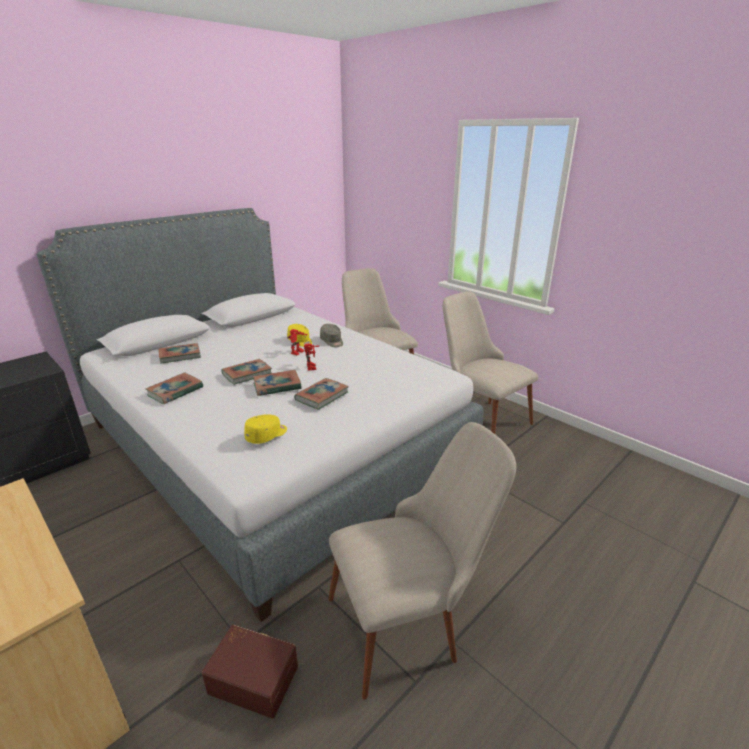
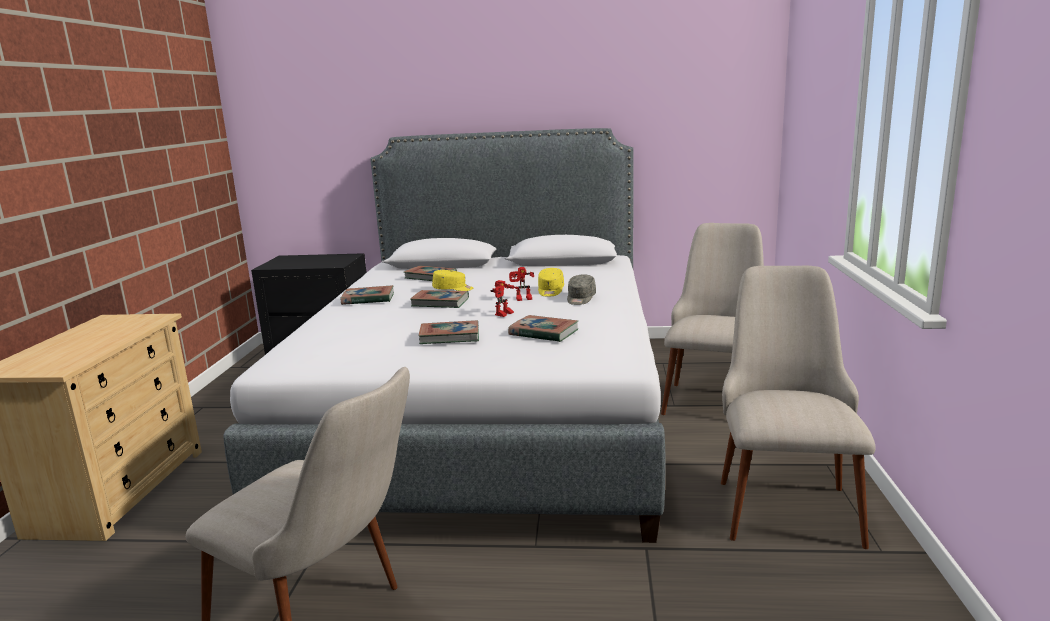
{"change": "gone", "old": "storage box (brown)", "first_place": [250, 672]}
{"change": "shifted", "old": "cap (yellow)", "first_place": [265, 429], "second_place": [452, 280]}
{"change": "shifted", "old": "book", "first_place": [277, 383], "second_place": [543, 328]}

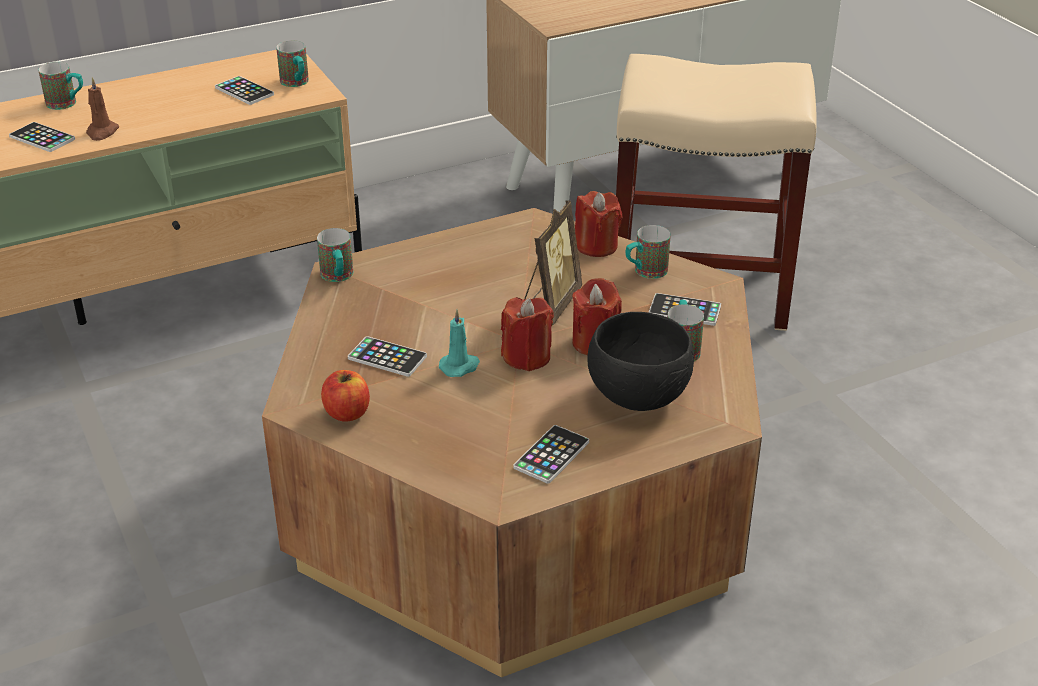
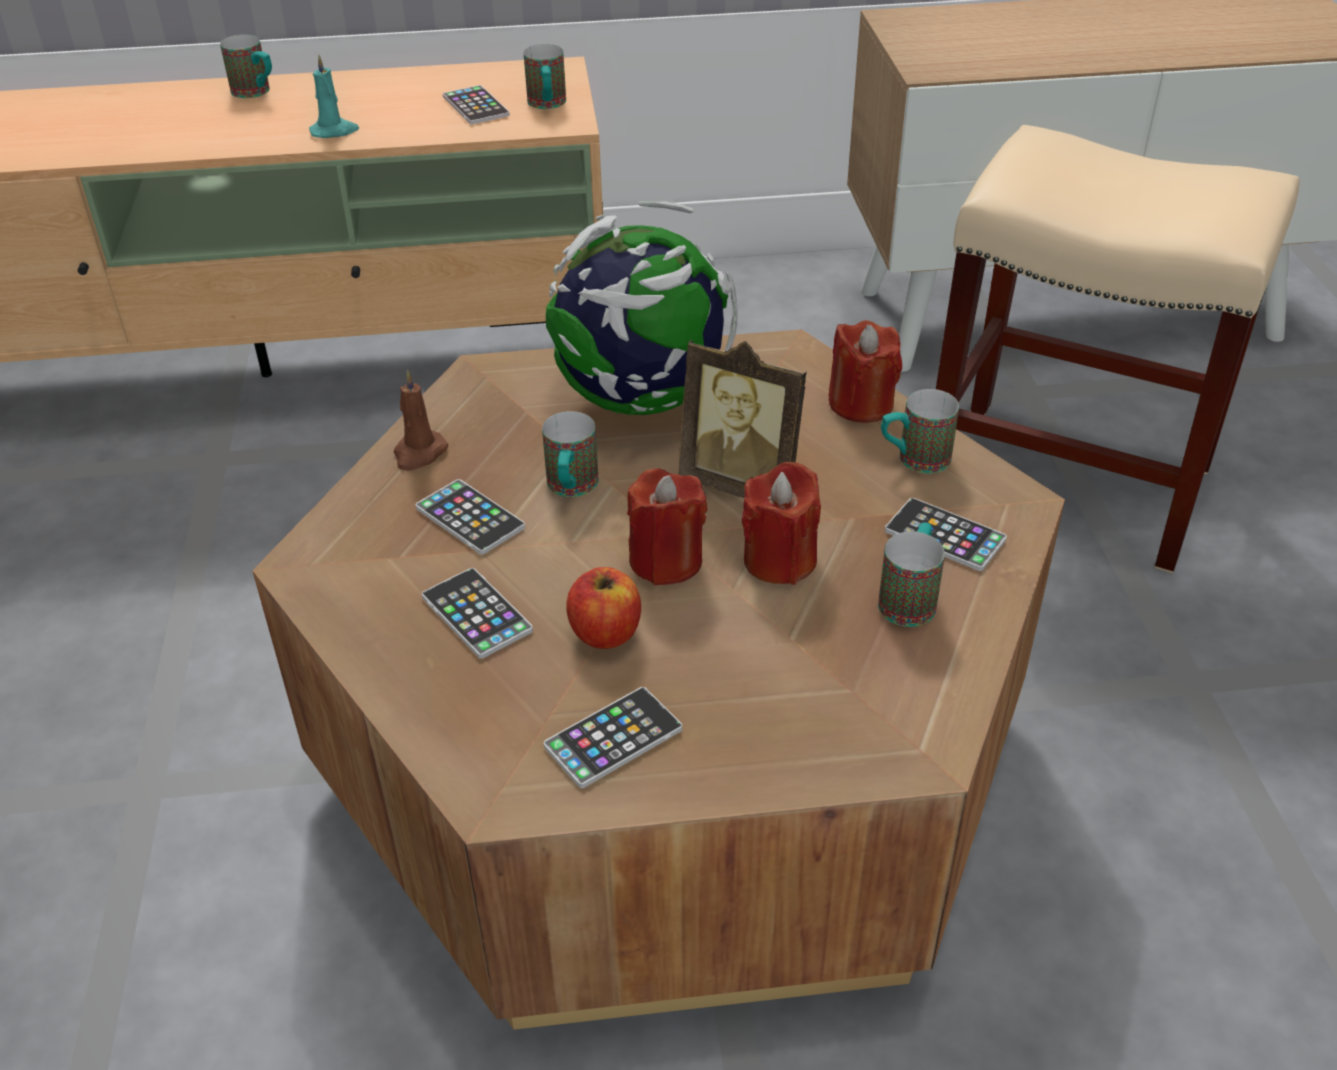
{"change": "gone", "old": "bowl (black)", "first_place": [640, 361]}
{"change": "new", "new": "globe", "second_place": [642, 308]}
{"change": "shifted", "old": "phone", "first_place": [42, 137], "second_place": [477, 613]}
{"change": "shifted", "old": "candle (brown)", "first_place": [102, 109], "second_place": [421, 420]}
{"change": "shifted", "old": "mug", "first_place": [335, 255], "second_place": [570, 454]}
{"change": "shifted", "old": "apple", "first_place": [345, 396], "second_place": [603, 608]}
{"change": "shifted", "old": "candle (turquoise)", "first_place": [459, 343], "second_place": [334, 96]}
{"change": "rotated", "old": "picture frame", "first_place": [553, 263], "second_place": [742, 419], "degrees": 75}

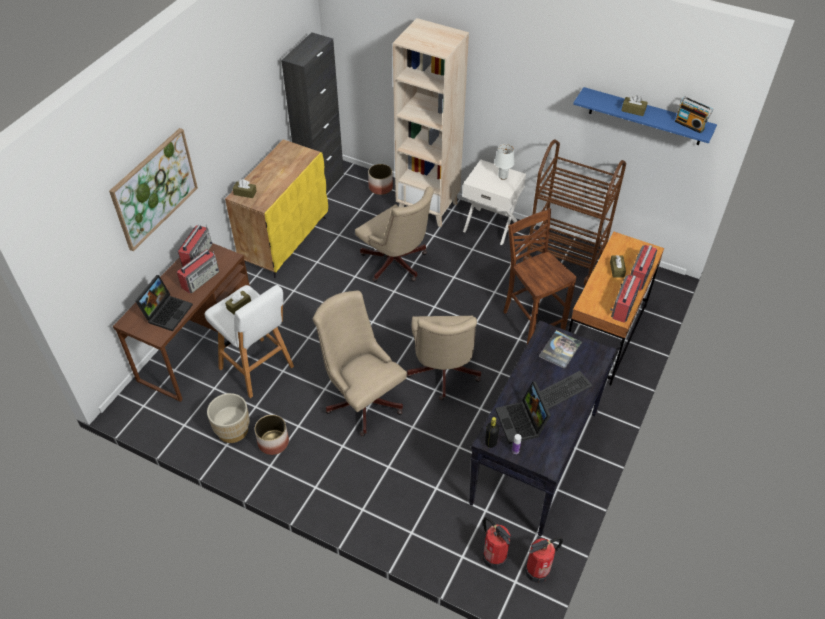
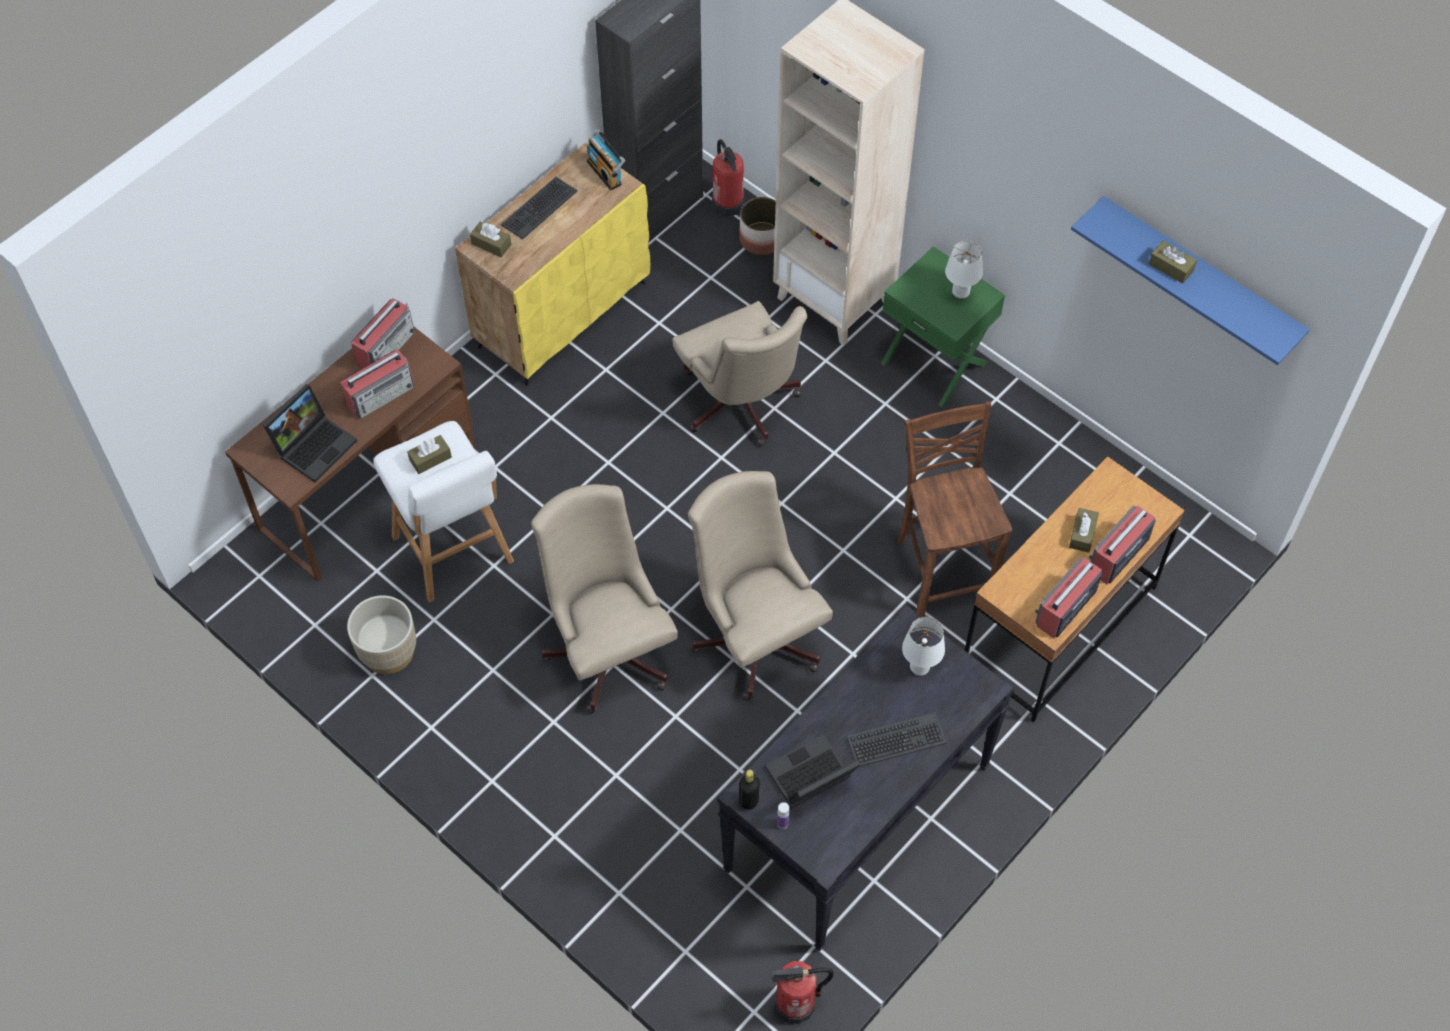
{"change": "gone", "old": "picture", "first_place": [153, 189]}
{"change": "gone", "old": "planter", "first_place": [272, 435]}
{"change": "gone", "old": "cart (brown)", "first_place": [574, 212]}
{"change": "new", "new": "keyboard", "second_place": [539, 208]}
{"change": "shifted", "old": "fire extinguisher", "first_place": [496, 543], "second_place": [728, 177]}
{"change": "shifted", "old": "radio", "first_place": [694, 115], "second_place": [606, 159]}
{"change": "swapped", "old": "book", "new": "table lamp (white)", "first_place": [560, 349], "second_place": [923, 646]}
{"change": "repainted", "old": "nightstand (white)", "new": "nightstand (green)", "first_place": [494, 202], "second_place": [943, 326]}
{"change": "rotated", "old": "office chair (beige)", "first_place": [444, 358], "second_place": [760, 586], "degrees": 135}
{"change": "rotated", "old": "laptop", "first_place": [523, 412], "second_place": [812, 771], "degrees": 60}

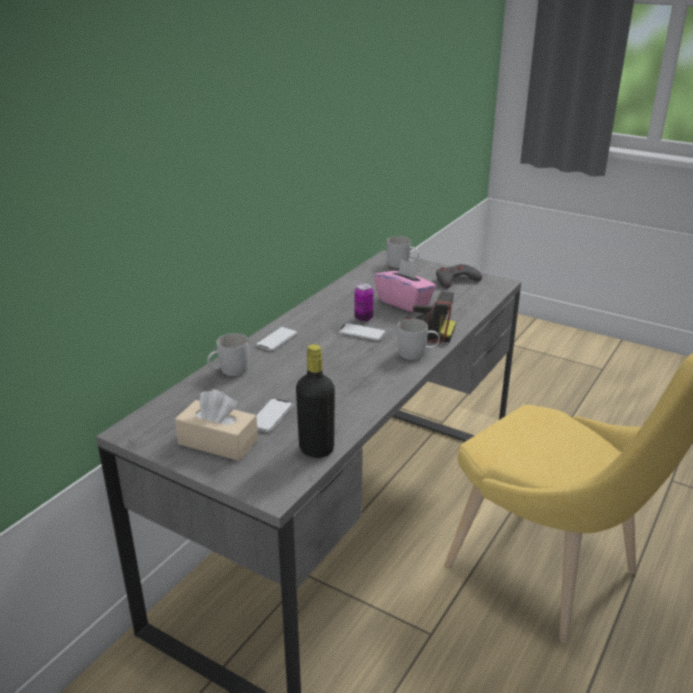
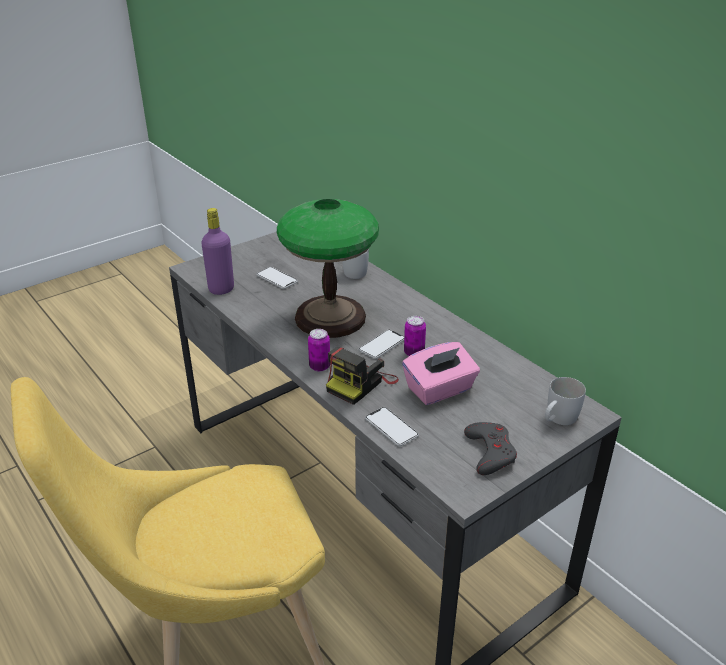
{"change": "gone", "old": "tissue box (beige)", "first_place": [216, 425]}
{"change": "new", "new": "table lamp", "second_place": [328, 268]}
{"change": "shifted", "old": "phone", "first_place": [276, 338], "second_place": [392, 426]}
{"change": "swapped", "old": "mug (white)", "new": "can", "first_place": [418, 339], "second_place": [319, 350]}
{"change": "repainted", "old": "bottle (black)", "new": "bottle (purple)", "first_place": [315, 401], "second_place": [217, 251]}

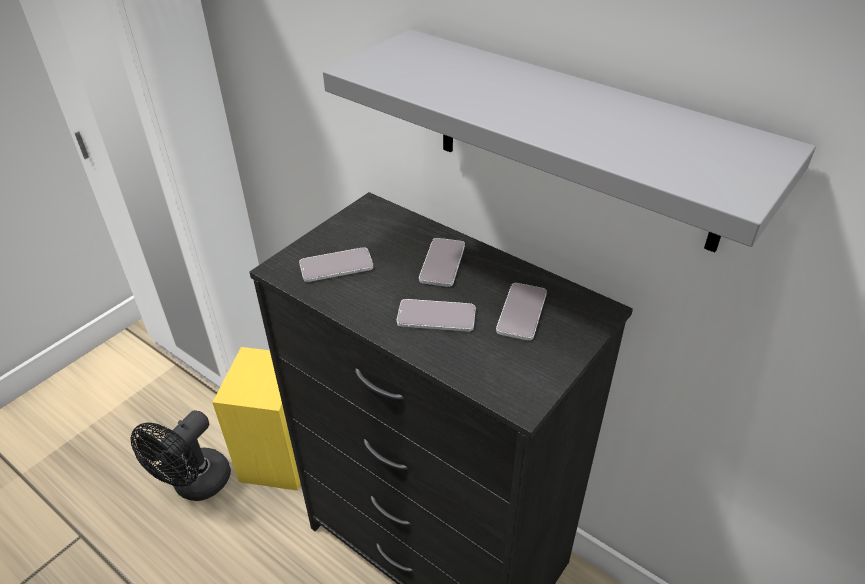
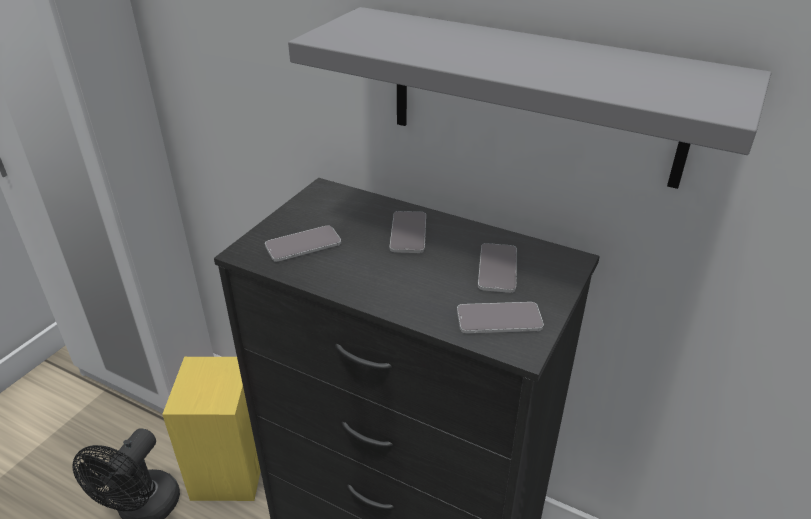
{"change": "shifted", "old": "phone", "first_place": [436, 315], "second_place": [500, 318]}

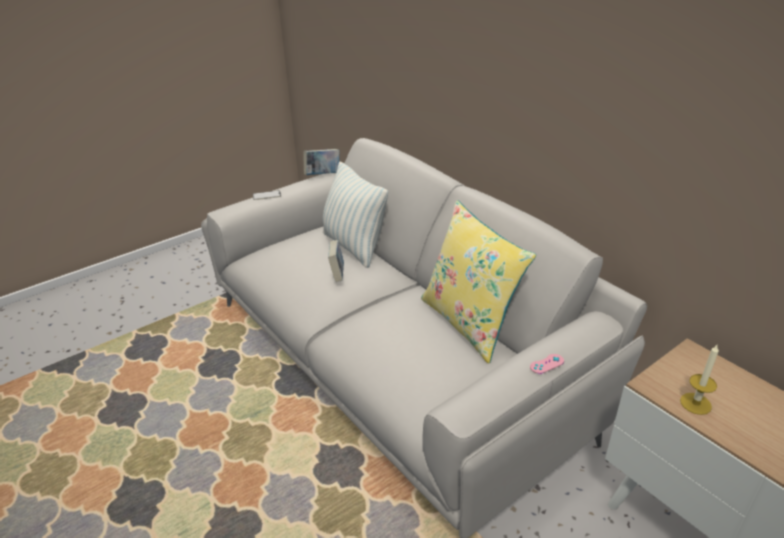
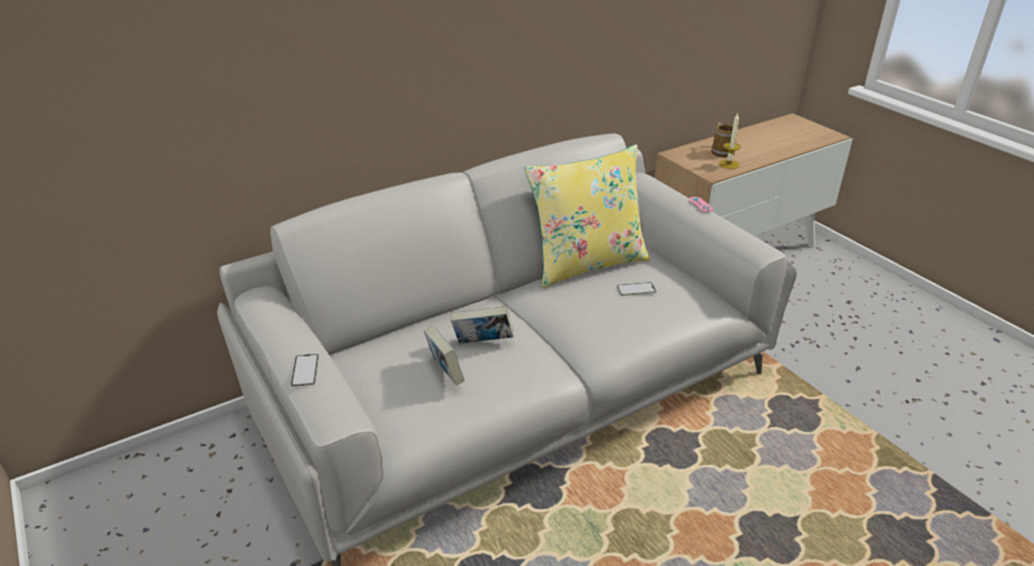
{"change": "gone", "old": "pillow", "first_place": [355, 215]}
{"change": "new", "new": "phone", "second_place": [636, 289]}
{"change": "new", "new": "mug", "second_place": [724, 140]}
{"change": "shifted", "old": "book", "first_place": [321, 162], "second_place": [444, 355]}

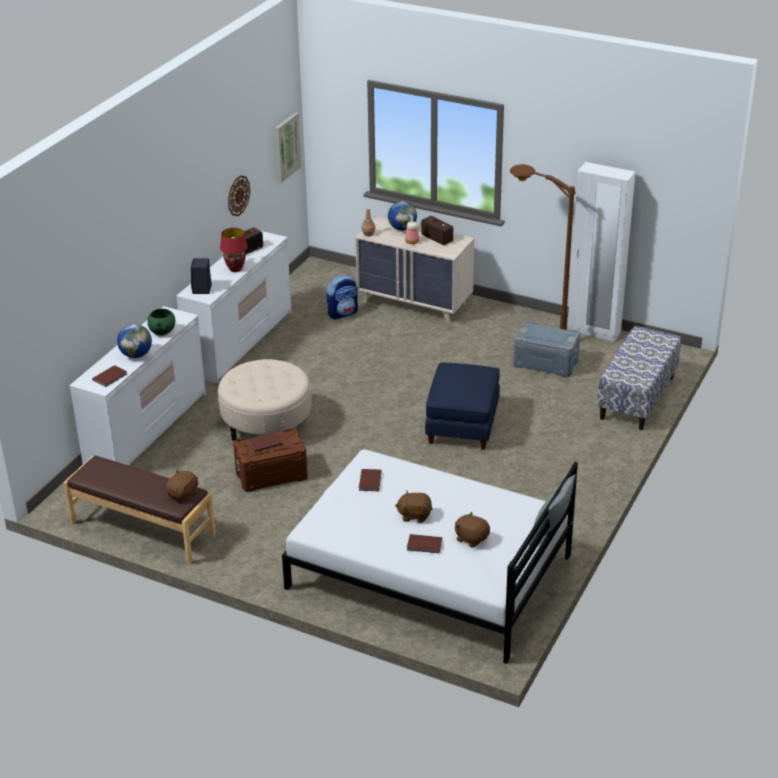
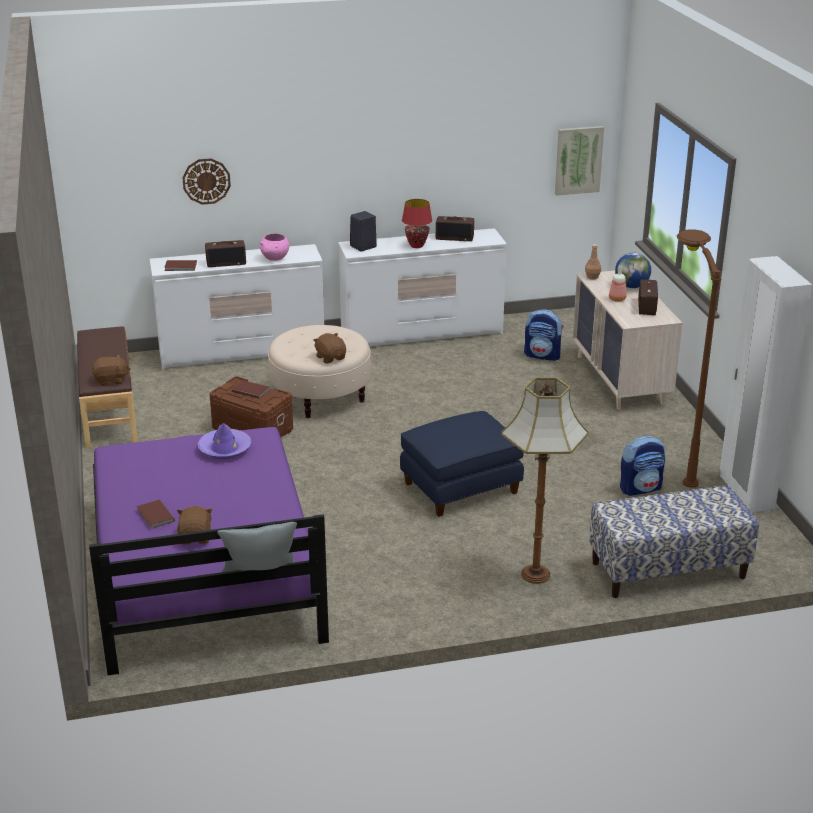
{"change": "new", "new": "floor lamp", "second_place": [544, 481]}
{"change": "shifted", "old": "wall clock", "first_place": [239, 195], "second_place": [206, 181]}
{"change": "shifted", "old": "plush toy (brown)", "first_place": [413, 506], "second_place": [329, 348]}
{"change": "swapped", "old": "globe", "new": "radio", "first_place": [134, 341], "second_place": [225, 253]}
{"change": "swapped", "old": "book (brown)", "new": "hat (purple)", "first_place": [370, 480], "second_place": [224, 441]}
{"change": "swapped", "old": "storage box (grey)", "new": "backpack", "first_place": [546, 349], "second_place": [642, 466]}
{"change": "repainted", "old": "bowl (green)", "new": "bowl (pink)", "first_place": [161, 322], "second_place": [274, 247]}
{"change": "repainted", "old": "bed (white)", "new": "bed (purple)", "first_place": [430, 556], "second_place": [209, 551]}

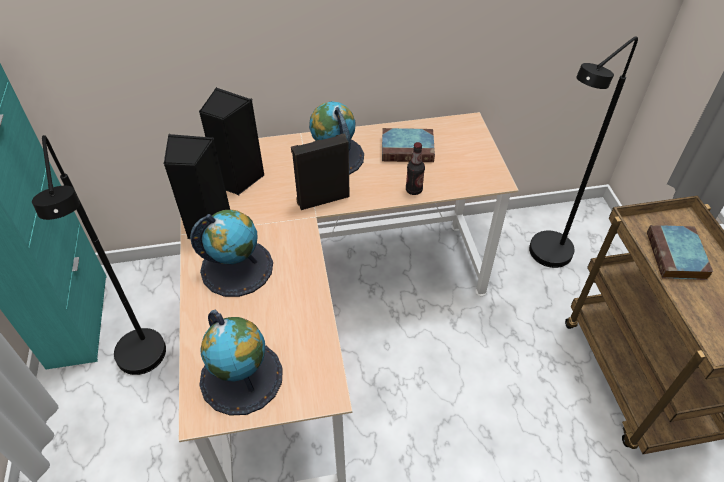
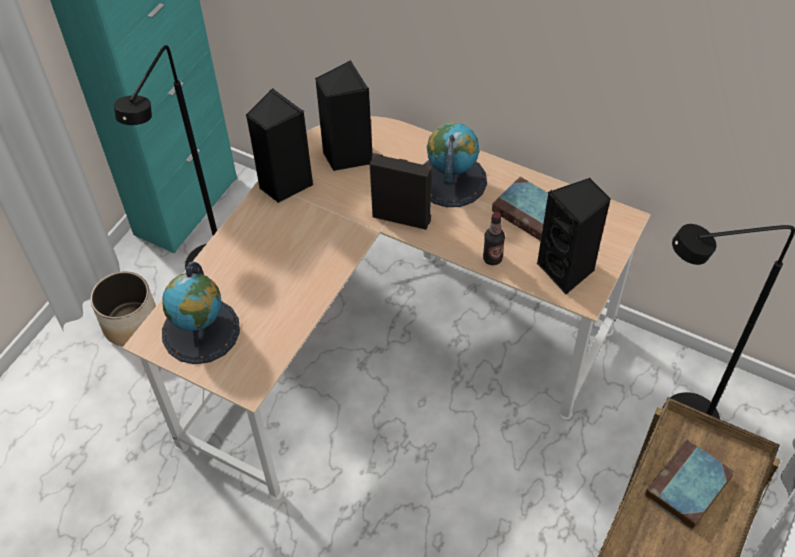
{"change": "gone", "old": "globe", "first_place": [231, 253]}
{"change": "new", "new": "planter", "second_place": [123, 308]}
{"change": "new", "new": "speaker (black)", "second_place": [574, 236]}

